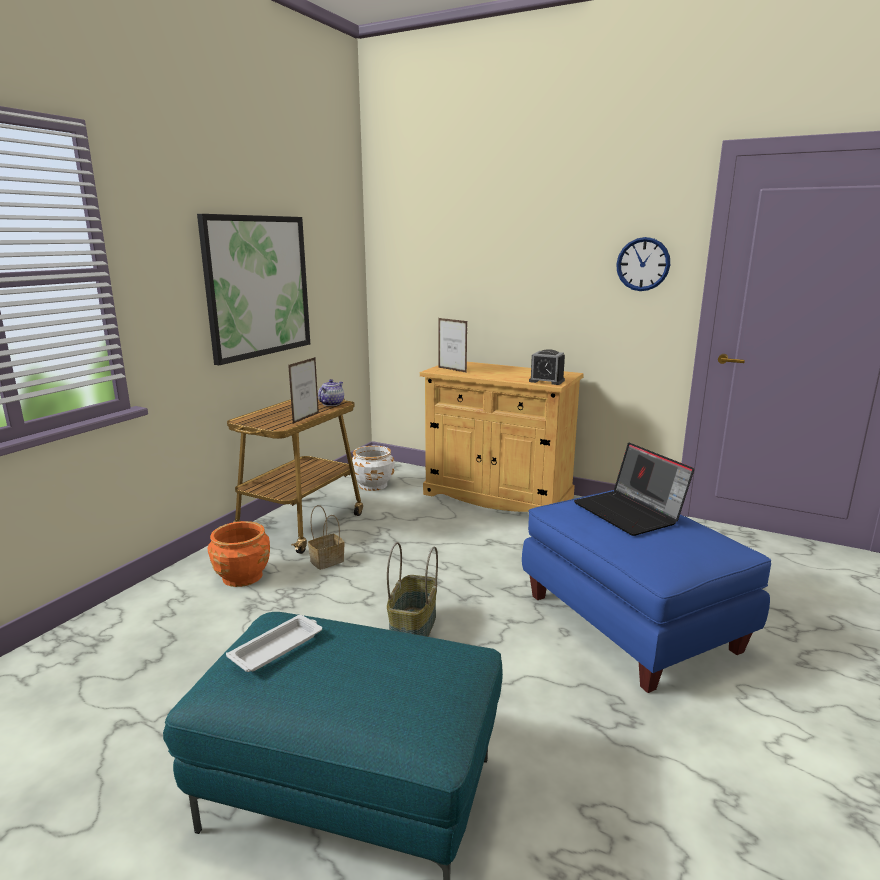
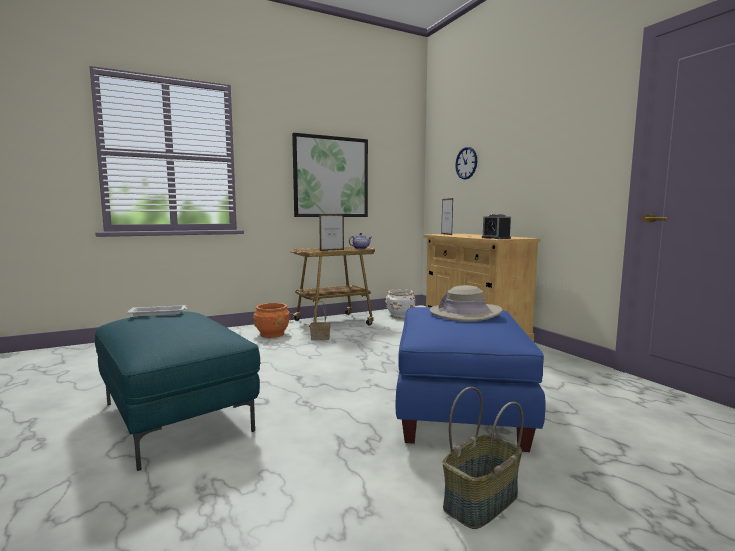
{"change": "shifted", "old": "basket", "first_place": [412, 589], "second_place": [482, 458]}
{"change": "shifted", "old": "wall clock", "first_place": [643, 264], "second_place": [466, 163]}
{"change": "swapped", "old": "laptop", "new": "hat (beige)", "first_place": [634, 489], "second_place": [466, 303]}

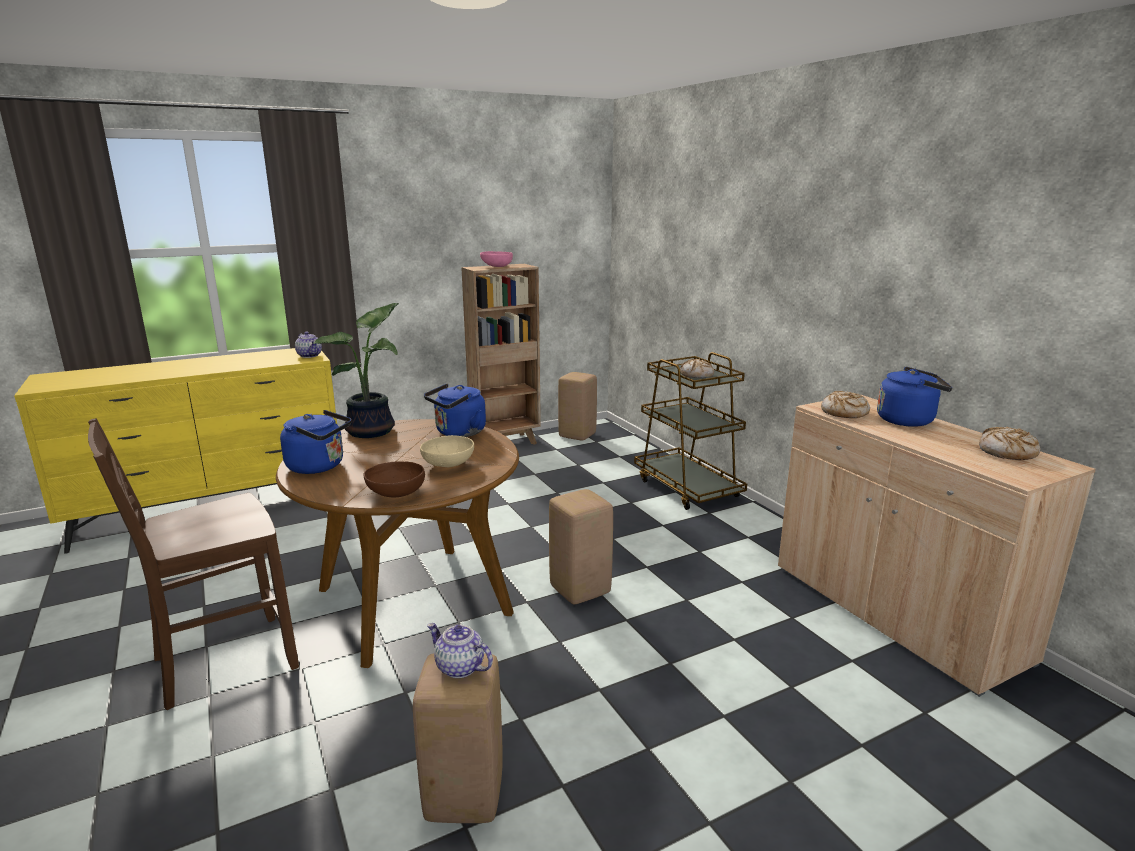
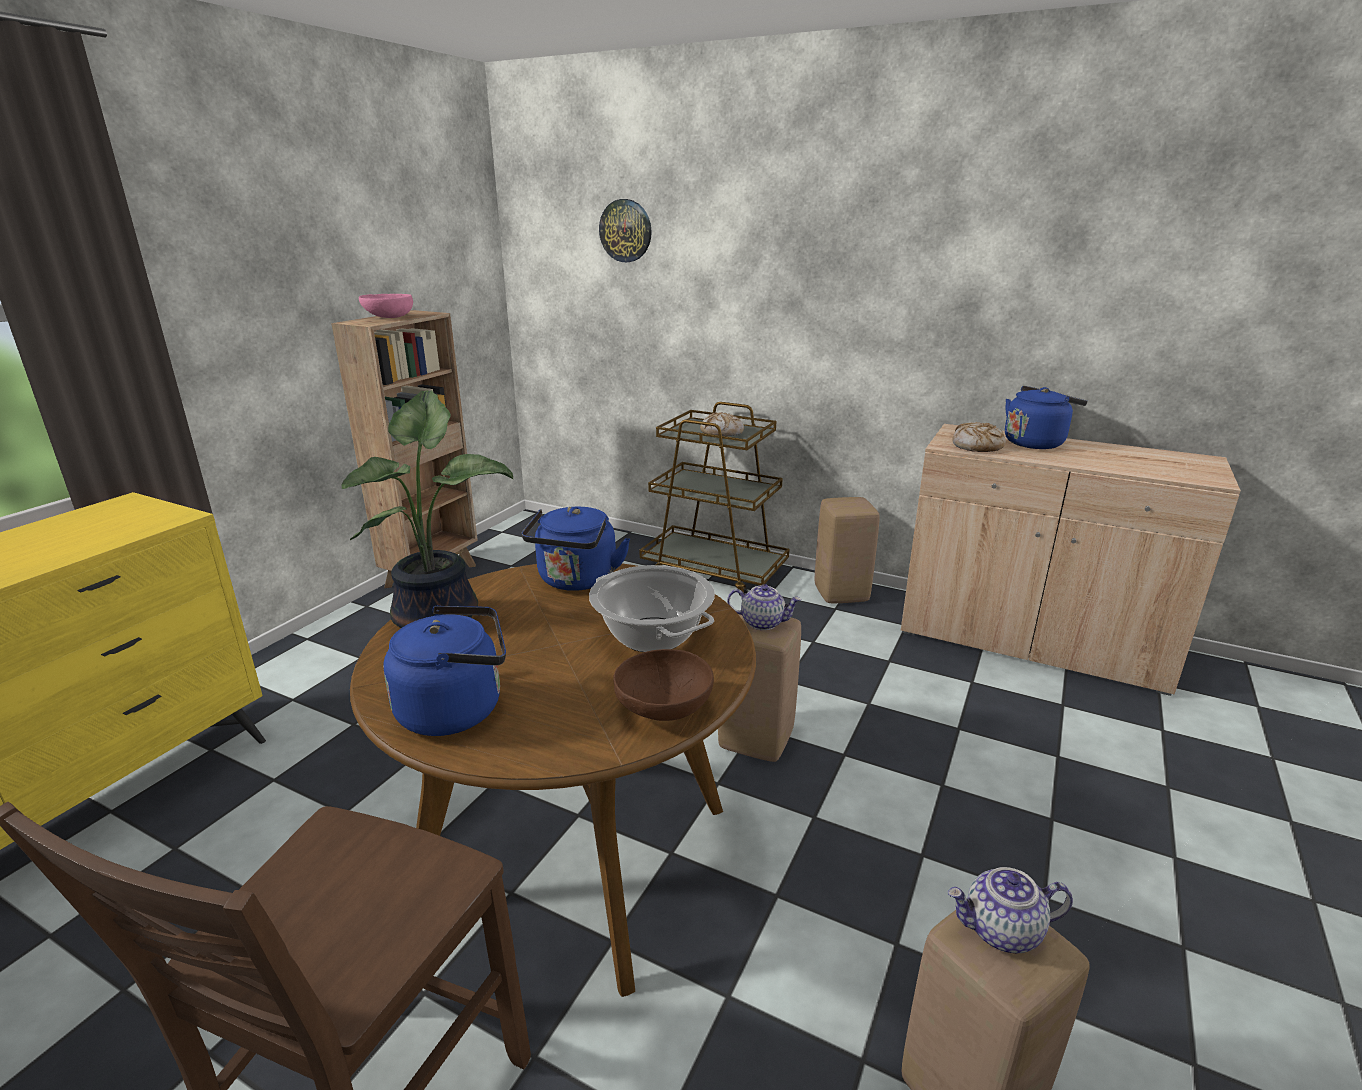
{"change": "gone", "old": "bread", "first_place": [1009, 443]}
{"change": "new", "new": "wall clock", "second_place": [625, 230]}
{"change": "shifted", "old": "teapot", "first_place": [308, 345], "second_place": [764, 607]}
{"change": "shifted", "old": "stool (beige)", "first_place": [577, 406], "second_place": [847, 550]}
{"change": "swapped", "old": "bowl (beige)", "new": "cooking pot", "first_place": [447, 451], "second_place": [652, 608]}

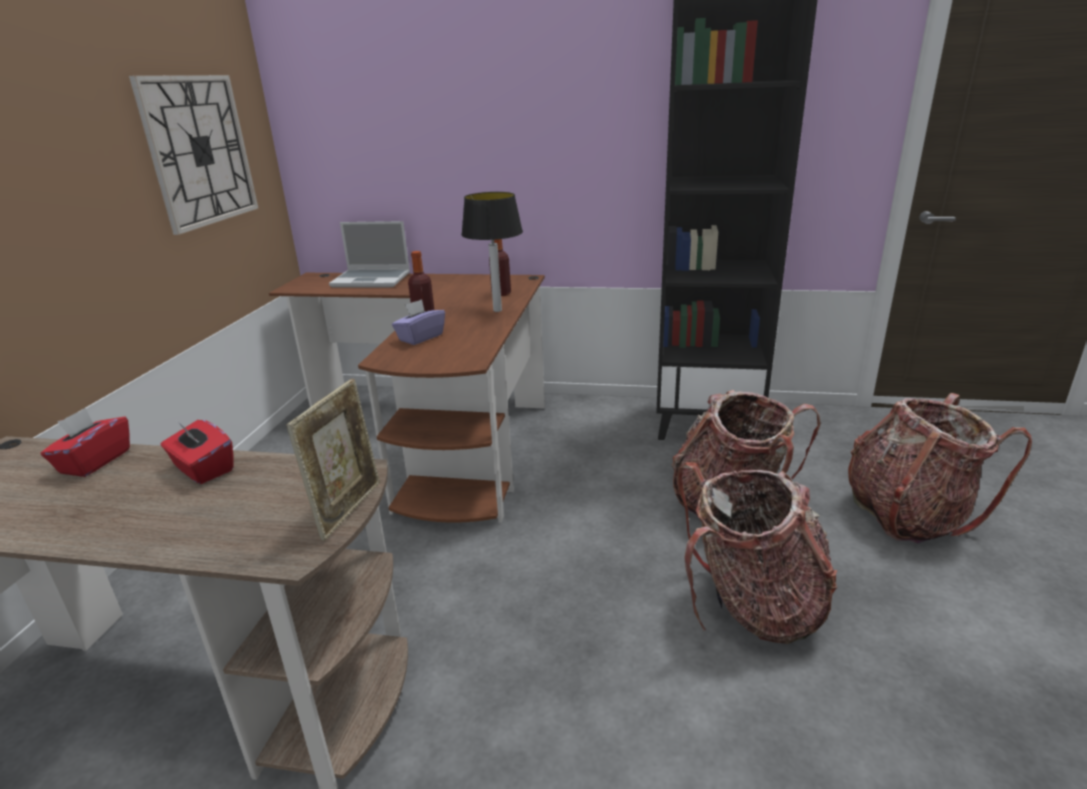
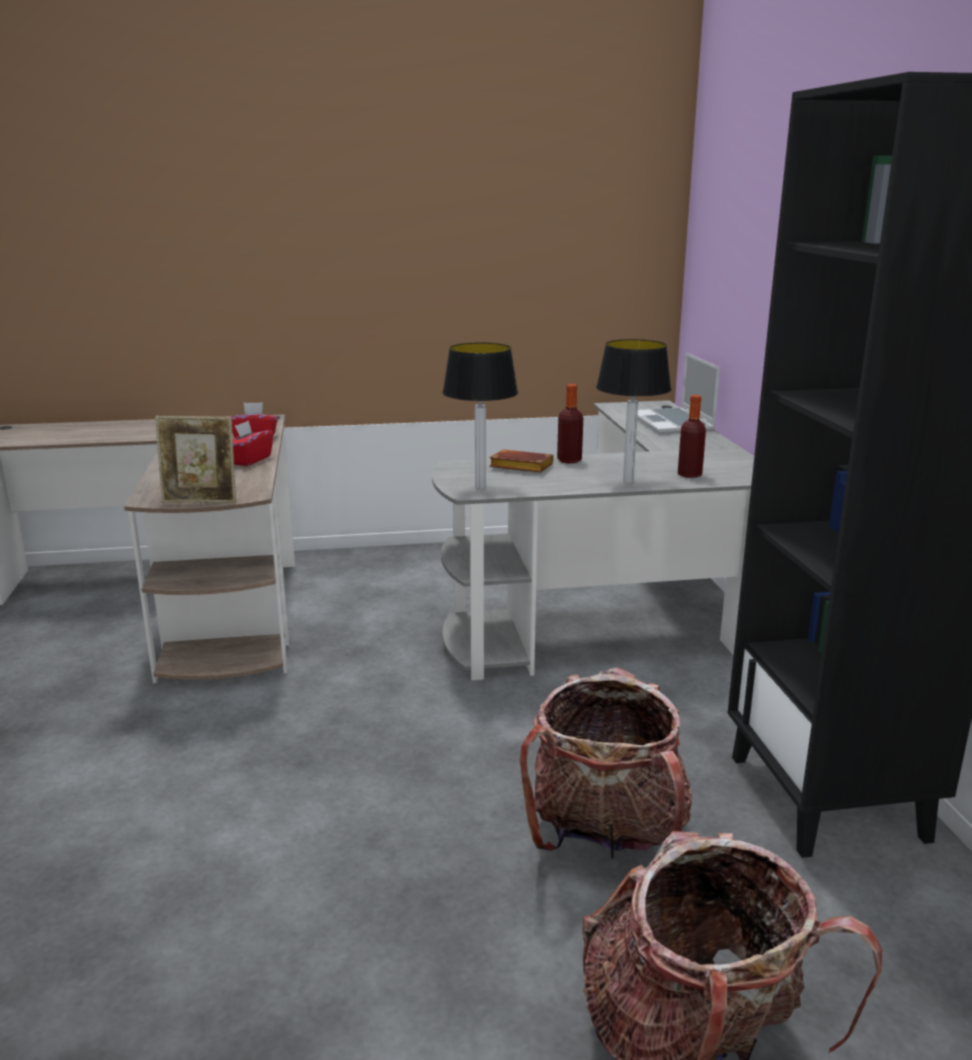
{"change": "gone", "old": "wall clock", "first_place": [194, 155]}
{"change": "gone", "old": "backpack", "first_place": [757, 553]}
{"change": "new", "new": "table lamp", "second_place": [480, 416]}
{"change": "swapped", "old": "tissue box (purple)", "new": "book (brown)", "first_place": [418, 322], "second_place": [521, 460]}
{"change": "repainted", "old": "desk (brown)", "new": "desk (grey)", "first_place": [407, 398], "second_place": [593, 540]}

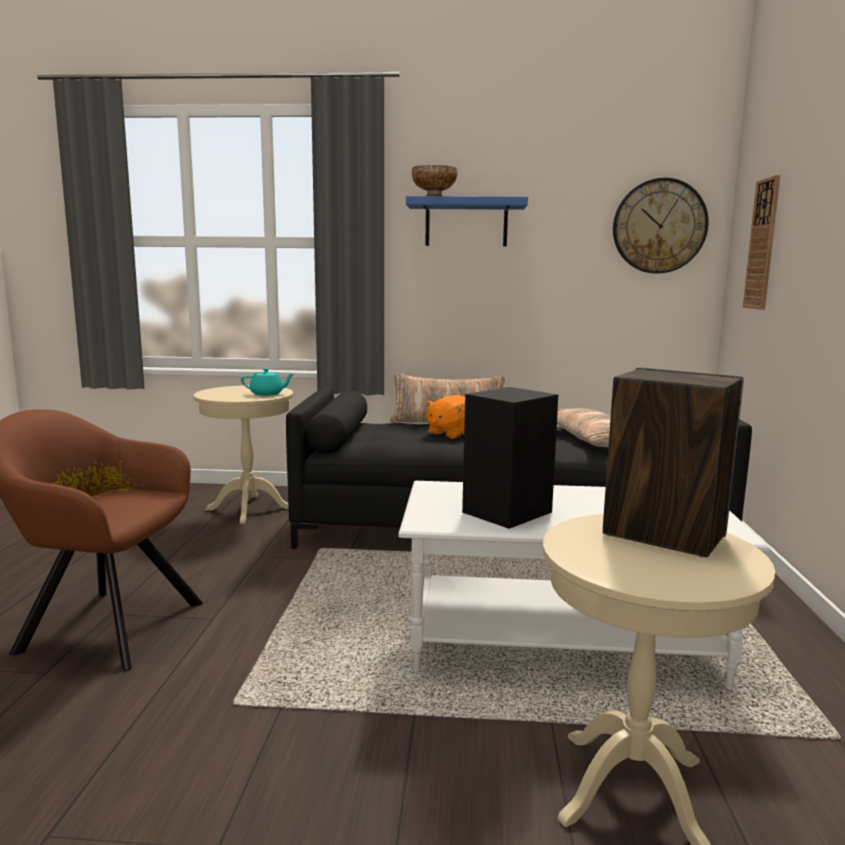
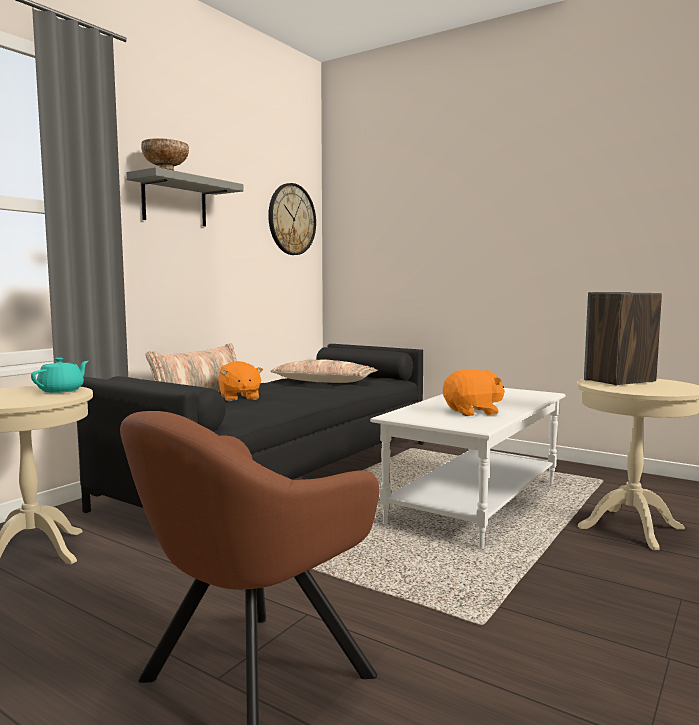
{"change": "gone", "old": "wall clock", "first_place": [761, 242]}
{"change": "swapped", "old": "speaker (black)", "new": "plush toy (orange)", "first_place": [510, 458], "second_place": [474, 392]}
{"change": "repainted", "old": "shelf (blue)", "new": "shelf (grey)", "first_place": [467, 221], "second_place": [185, 196]}

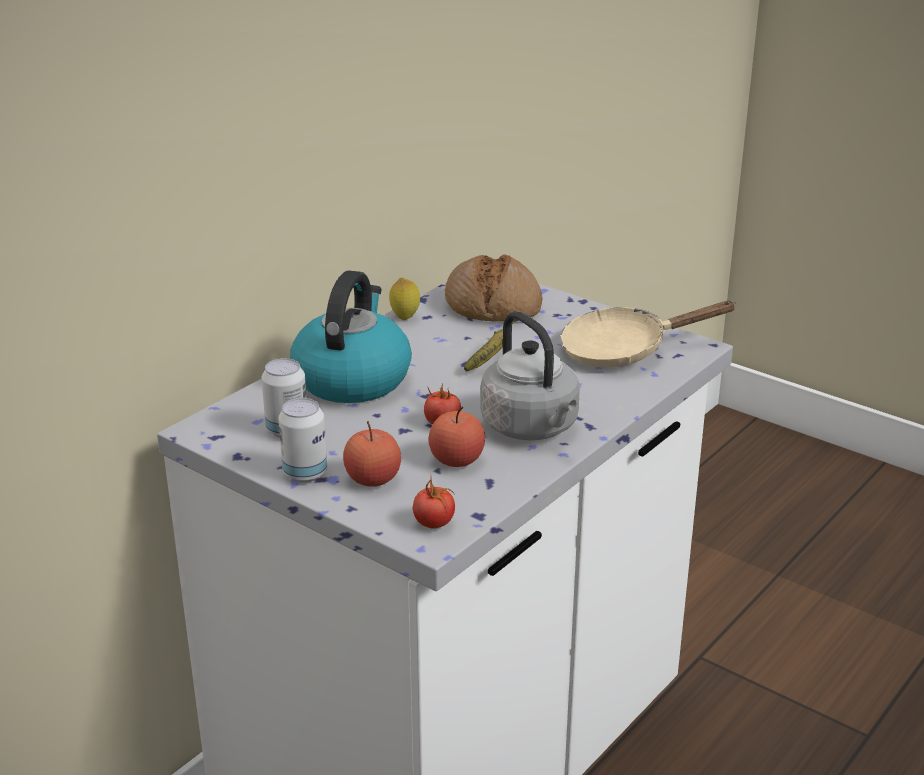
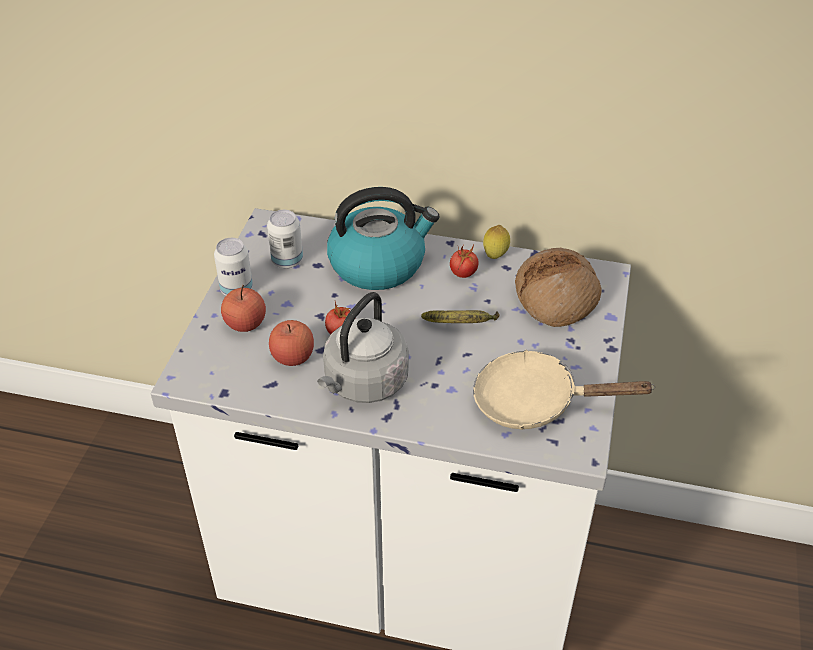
{"change": "shifted", "old": "tomato", "first_place": [434, 503], "second_place": [464, 261]}
{"change": "rotated", "old": "frying pan (beige)", "first_place": [648, 334], "second_place": [564, 390], "degrees": -45}

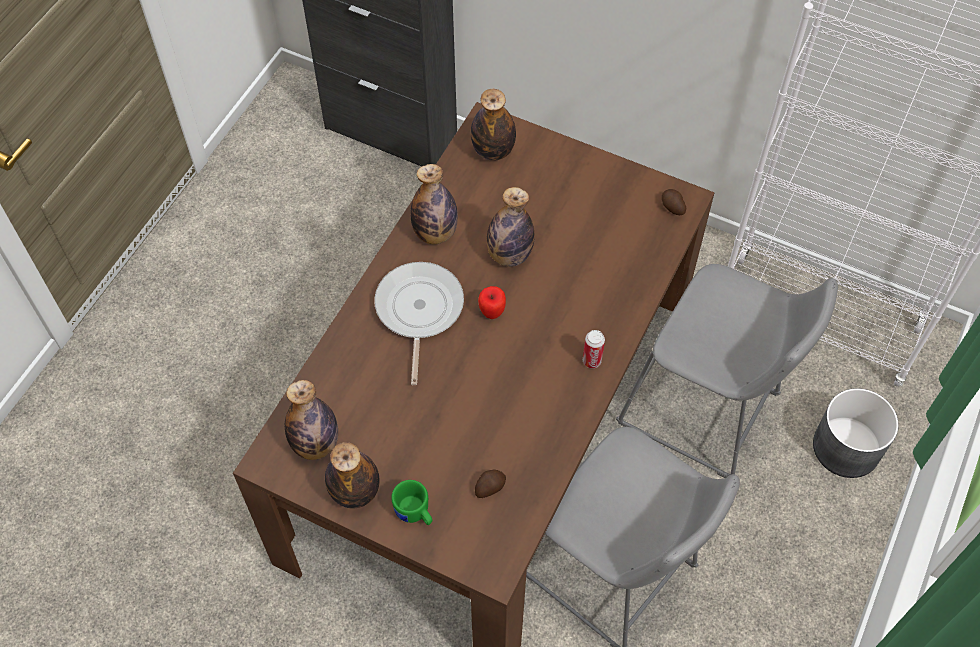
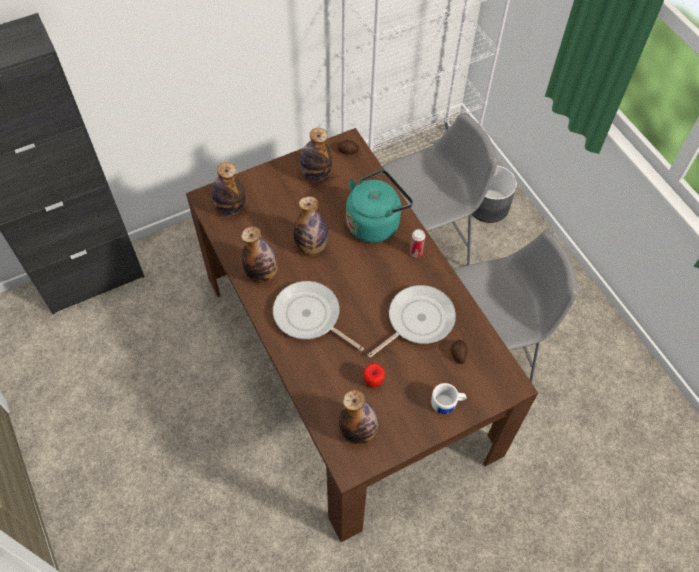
{"change": "new", "new": "kettle (turquoise)", "second_place": [379, 206]}
{"change": "new", "new": "frying pan", "second_place": [412, 321]}
{"change": "shifted", "old": "bottle", "first_place": [352, 475], "second_place": [316, 155]}
{"change": "shifted", "old": "apple", "first_place": [492, 302], "second_place": [374, 375]}
{"change": "repainted", "old": "mug (green)", "new": "mug (white)", "first_place": [411, 502], "second_place": [449, 398]}

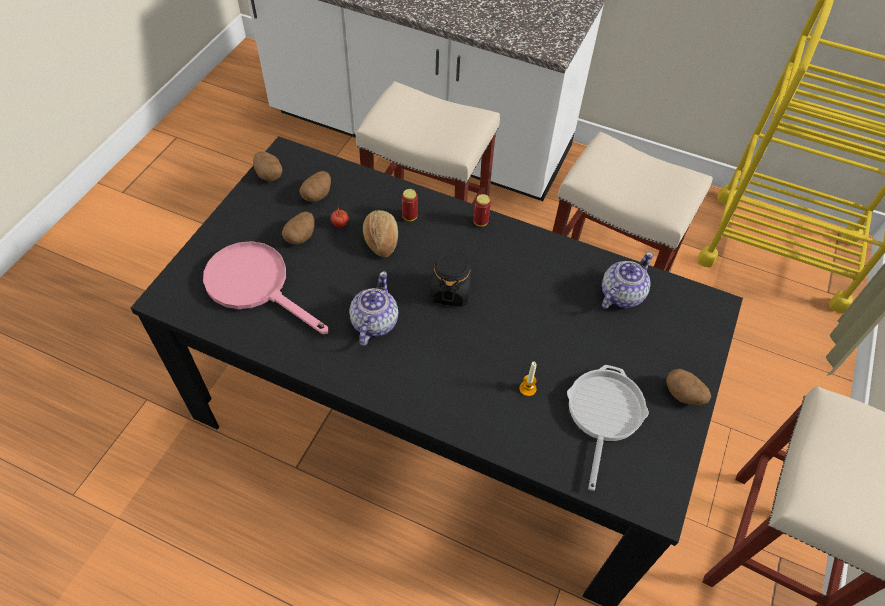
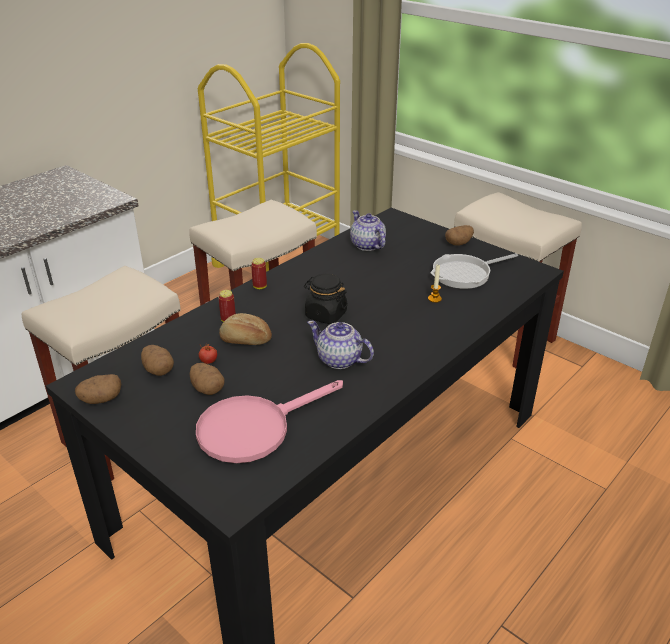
{"change": "rotated", "old": "frying pan", "first_place": [608, 428], "second_place": [474, 271], "degrees": -60}

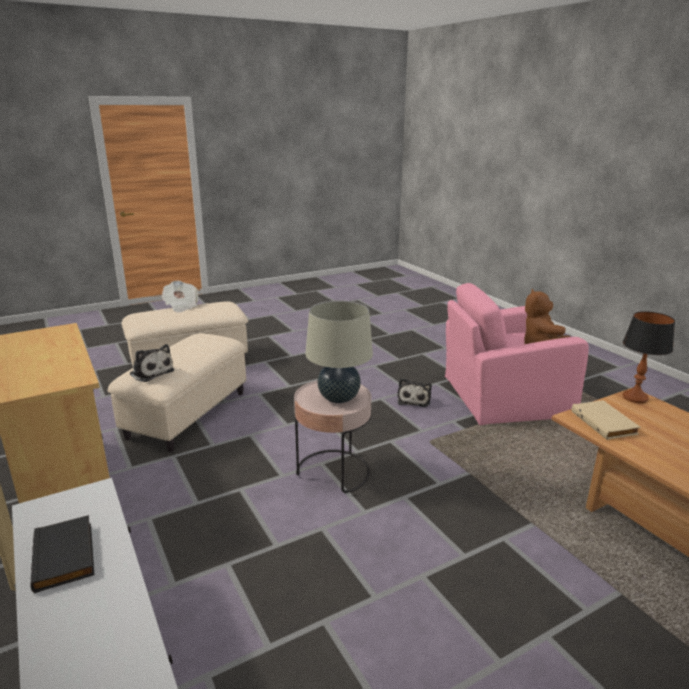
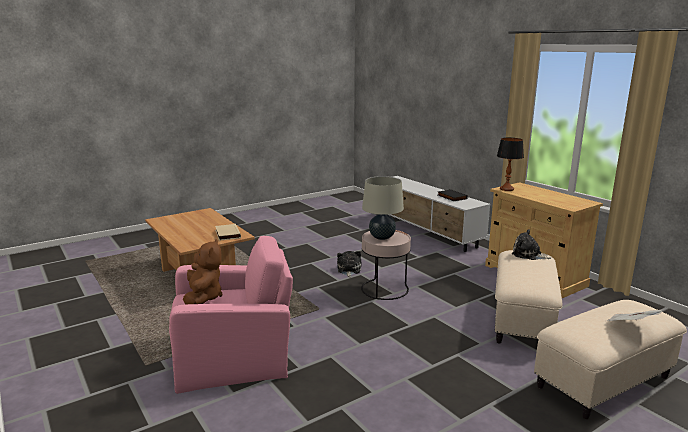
{"change": "shifted", "old": "plush toy", "first_place": [414, 392], "second_place": [349, 264]}
{"change": "shifted", "old": "table lamp", "first_place": [649, 357], "second_place": [510, 164]}

